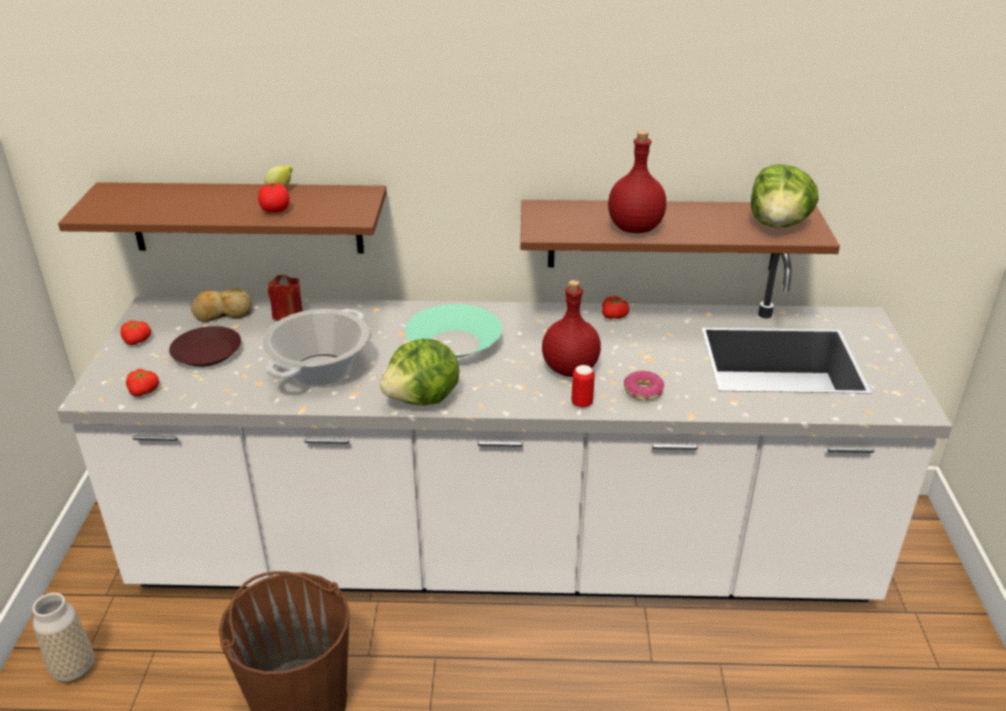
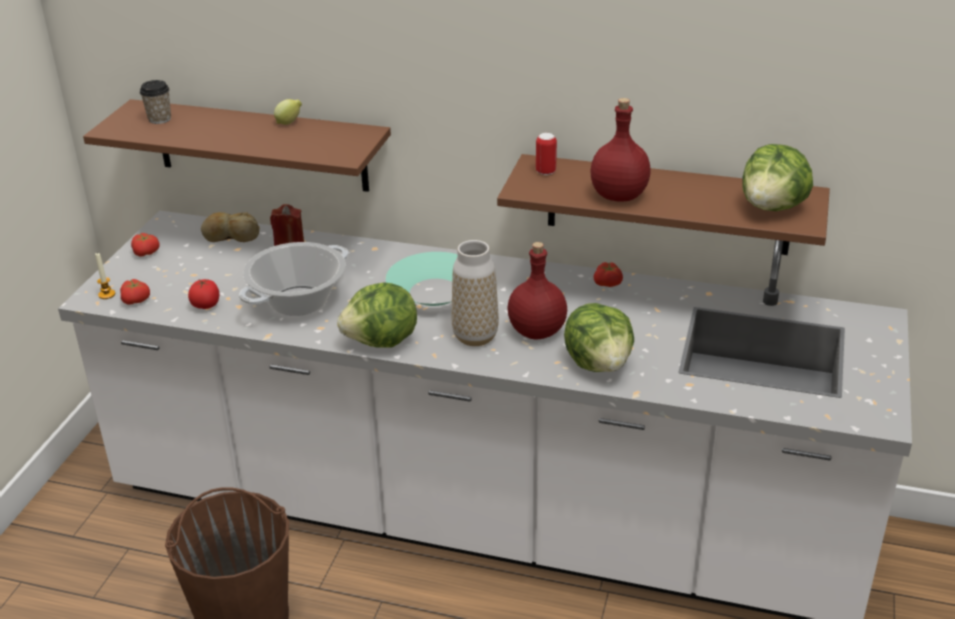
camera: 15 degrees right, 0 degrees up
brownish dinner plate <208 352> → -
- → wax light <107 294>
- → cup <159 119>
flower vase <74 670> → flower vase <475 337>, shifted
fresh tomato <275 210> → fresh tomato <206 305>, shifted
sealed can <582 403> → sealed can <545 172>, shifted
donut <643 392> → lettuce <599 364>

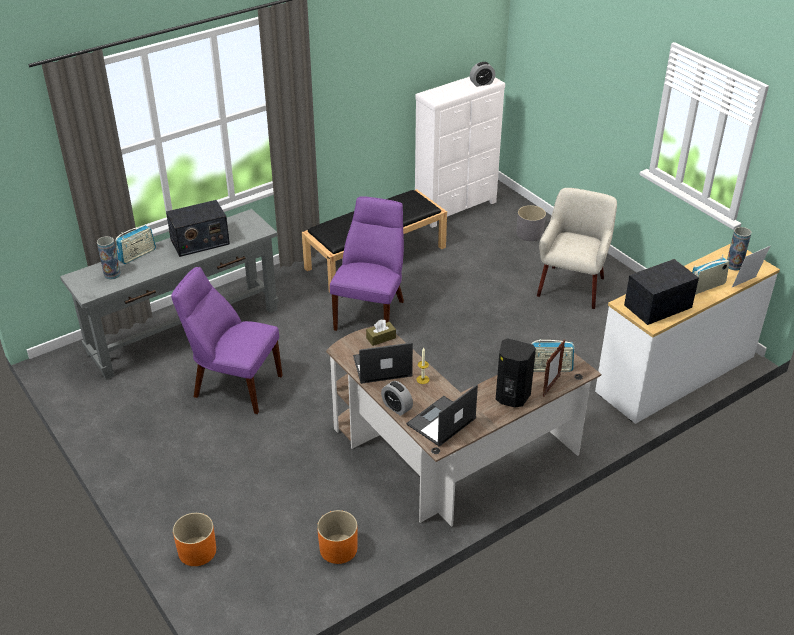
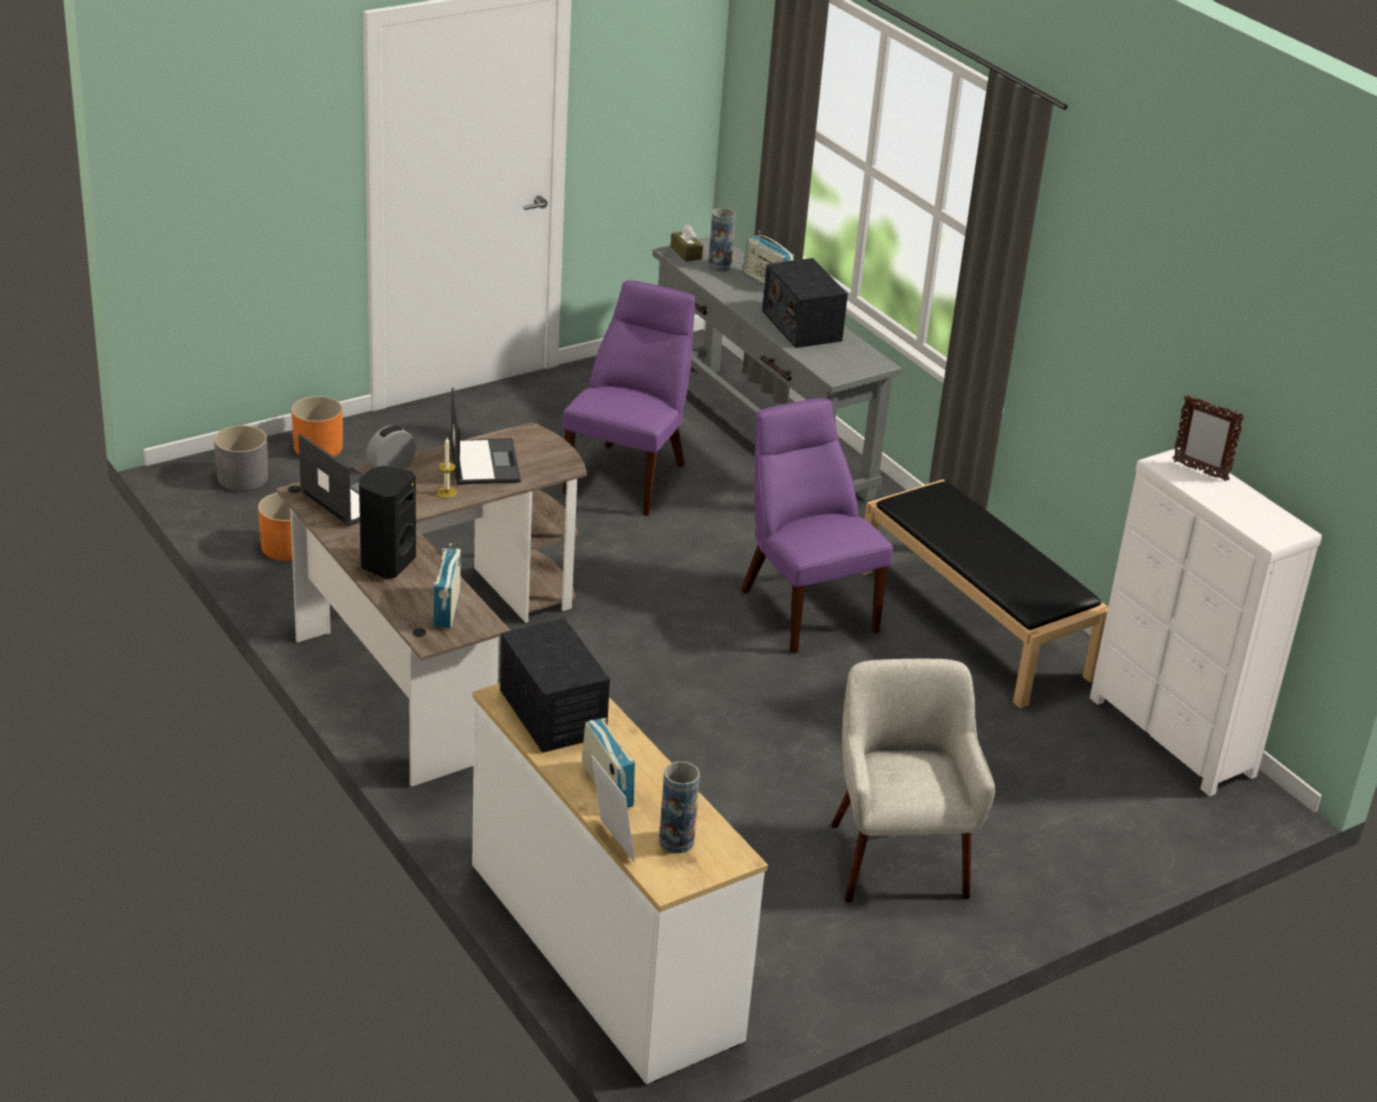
camera: 90 degrees right, 5 degrees down
table clock <482 83> → -
brownish box of tissues <381 338> → brownish box of tissues <686 253>, shifted
grey planter <529 233> → grey planter <243 478>, shifted
standing frame <551 386> → standing frame <1199 471>, shifted
purplish chair <371 313> → purplish chair <804 607>, 135 degrees counterclockwise
beige lounge chair <572 286> → beige lounge chair <896 859>, 120 degrees counterclockwise

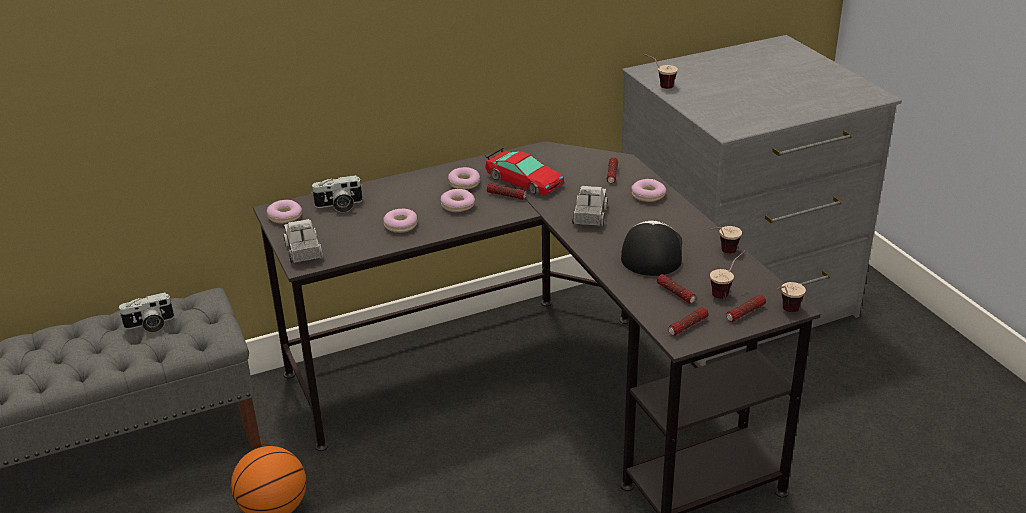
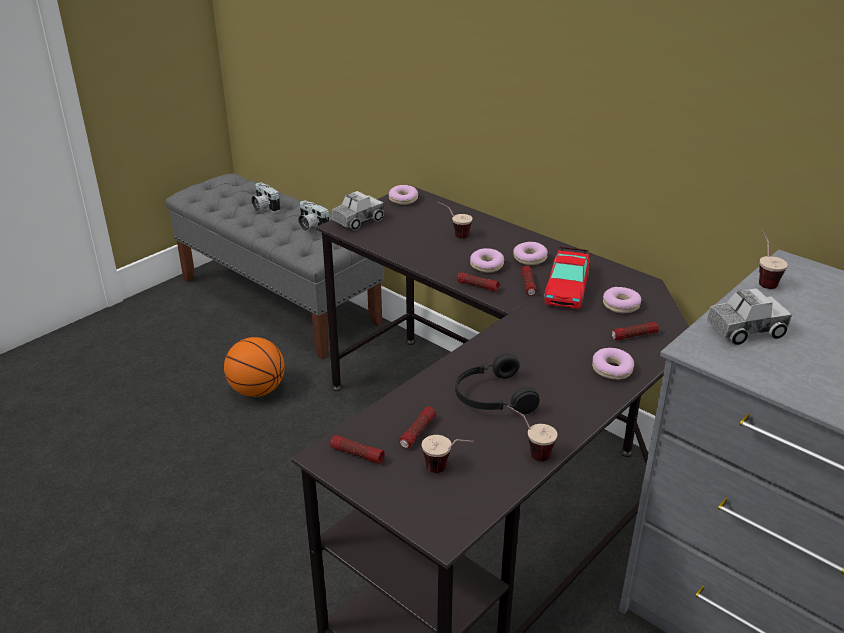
camera: 65 degrees right, 0 degrees up
still camera <339 206> → still camera <264 207>, shifted
donut <401 225> → donut <621 305>, shifted
model truck <590 216> → model truck <745 331>, shifted
flashlight <745 313> → flashlight <477 286>, shifted
cup <785 312> → cup <453 234>, shifted
peaked cap <651 251> → blackish pair of headphones <492 397>

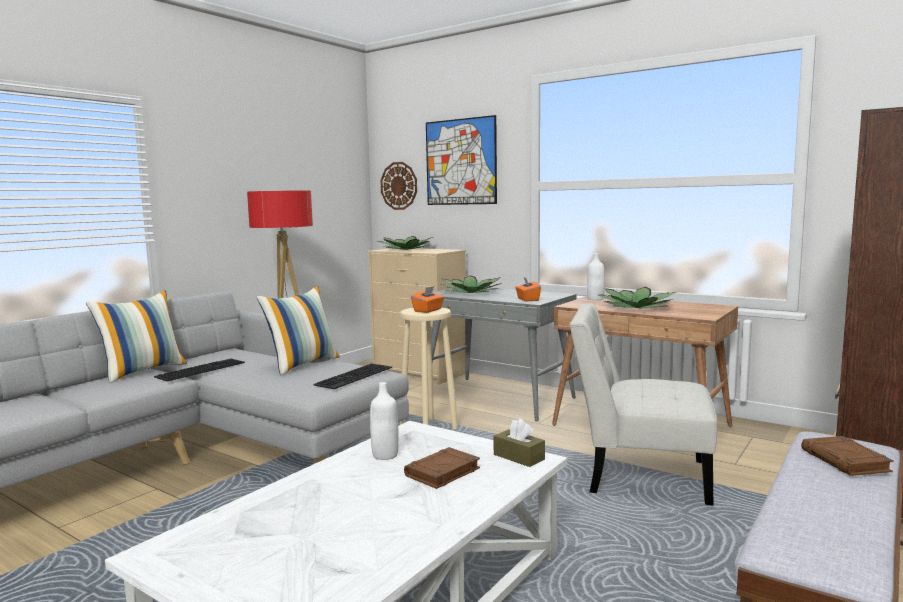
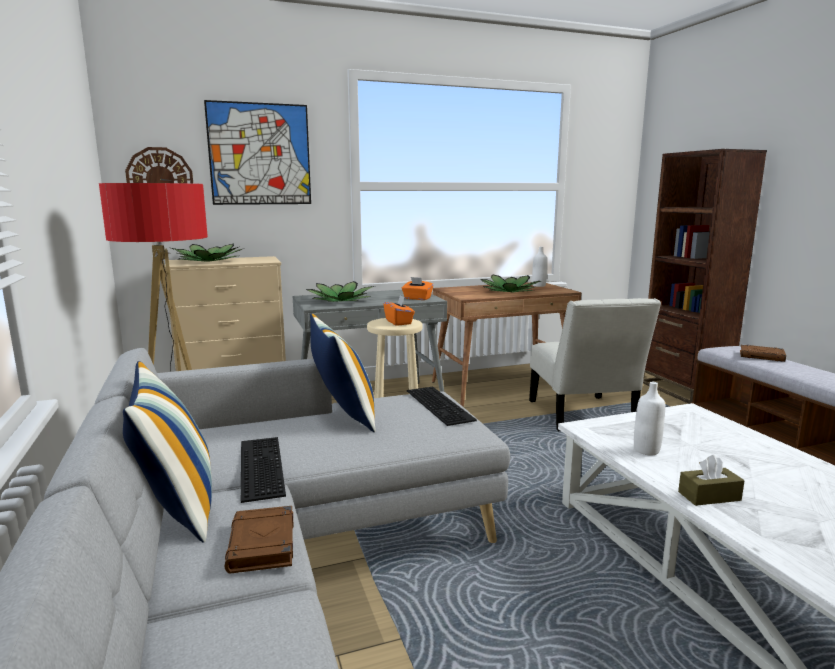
camera: 55 degrees left, 5 degrees up
brownish volume <442 472> → brownish volume <262 545>, shifted
brownish box of tissues <518 457> → brownish box of tissues <709 496>, shifted
white beverage bottle <595 299> → white beverage bottle <538 285>, shifted
white chair <639 475> → white chair <583 416>, 60 degrees counterclockwise

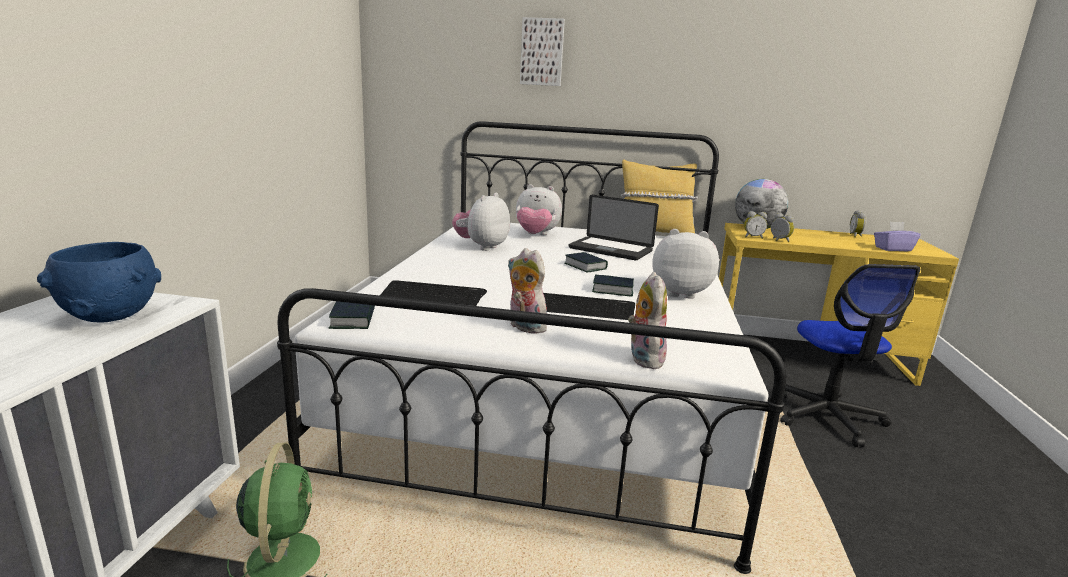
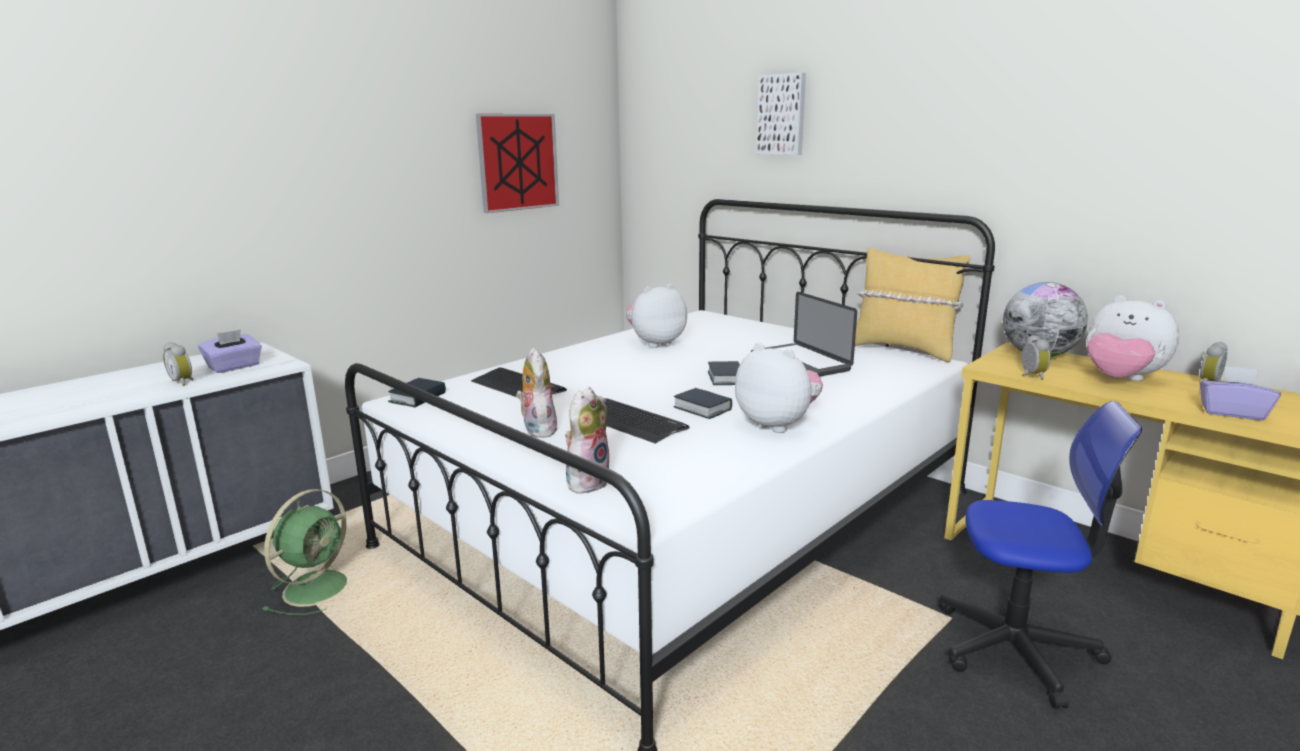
camera: 35 degrees right, 0 degrees up
- → picture <518 162>
plush toy <536 235> → plush toy <1120 380>, shifted
table clock <753 237> → table clock <184 382>, shifted
blue-coloured serving bowl <111 316> → purplish box of tissues <234 367>
office chair <827 417> → office chair <1016 648>, 105 degrees counterclockwise

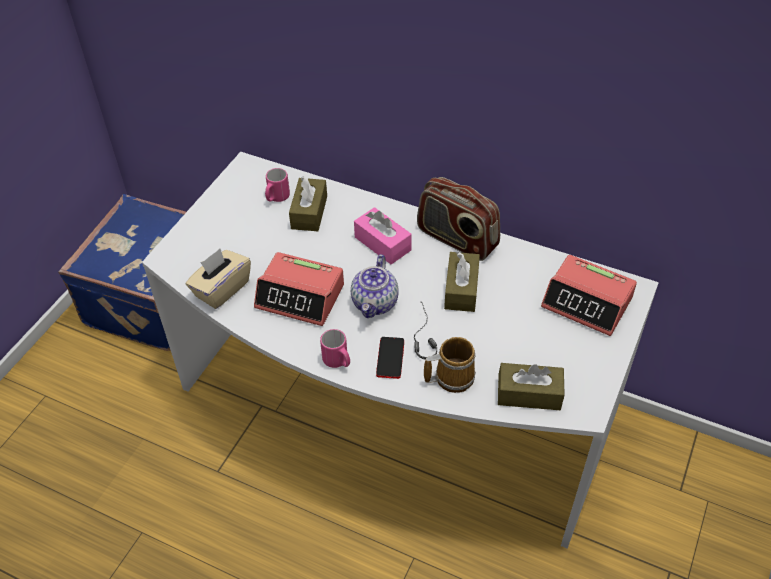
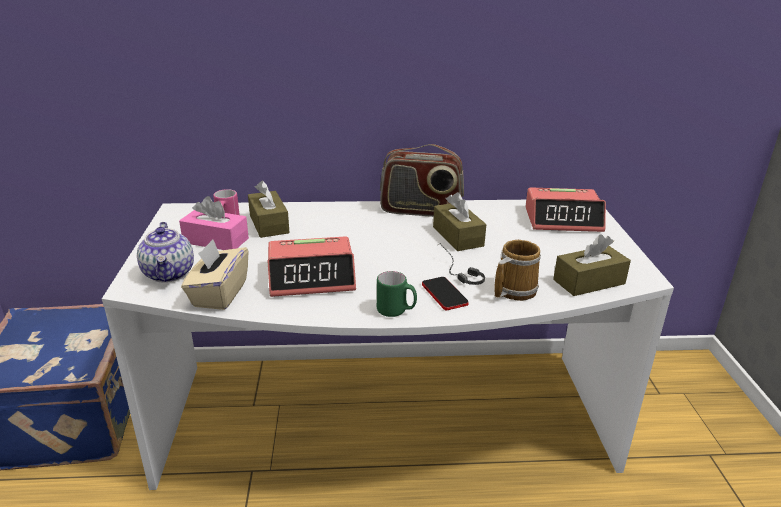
camera: 30 degrees left, 20 degrees down
tea pot <375 303> → tea pot <169 274>, shifted
pinkish box of tissues <382 243> → pinkish box of tissues <216 240>, shifted
pinkish mug <338 362> → green mug <396 311>

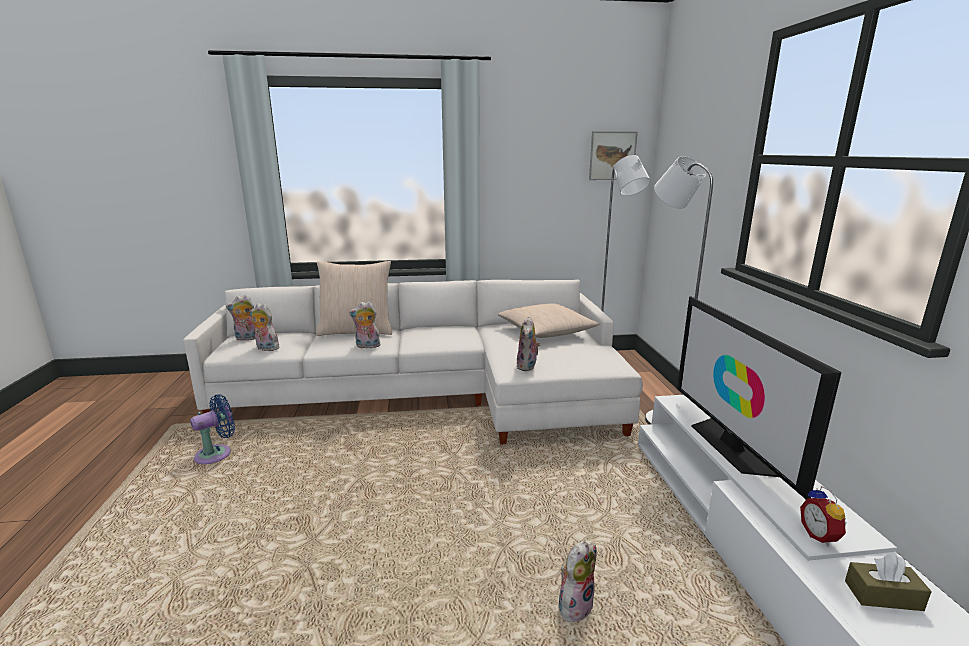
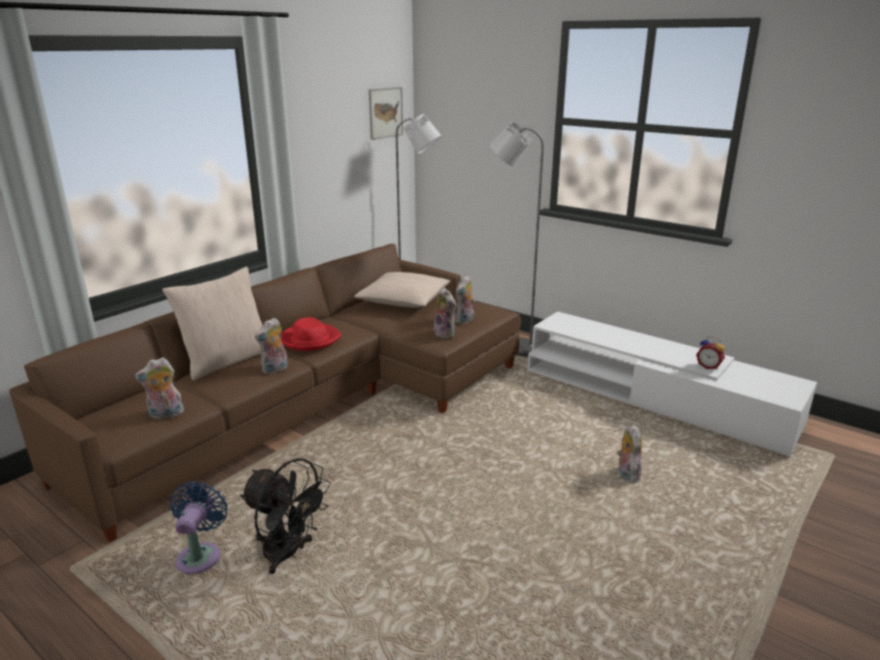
camera: 45 degrees left, 5 degrees up
TV set <731 446> → -
brownish box of tissues <883 595> → -
- → blackish fan <288 555>
- → reddish hat <310 339>
plush toy <247 338> → plush toy <464 320>, shifted
white sofa <435 393> → brownish sofa <318 400>

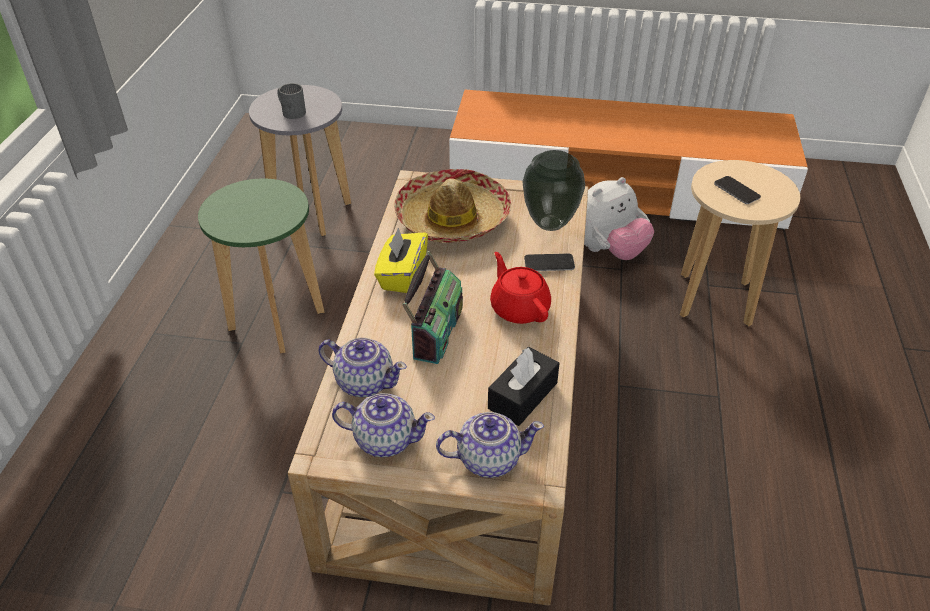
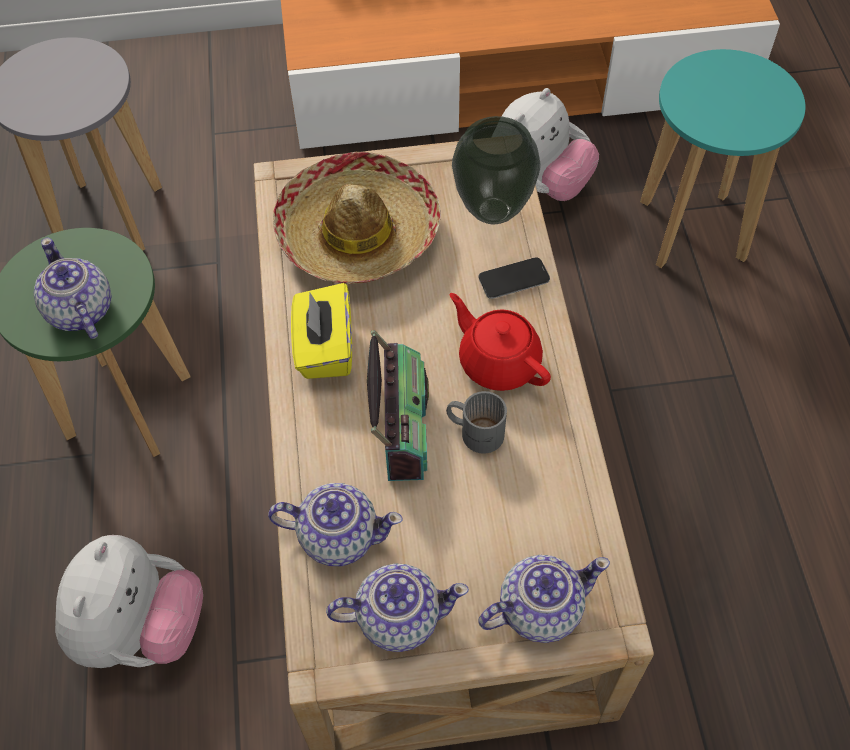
camera: 15 degrees left, 15 degrees up
blackish box of tissues <522 395> → -
handset <736 191> → -
- → tea pot <80 311>
- → plush toy <141 628>
grey mug <292 111> → grey mug <475 430>, shifted
beige stool <714 299> → turquoise stool <691 230>

